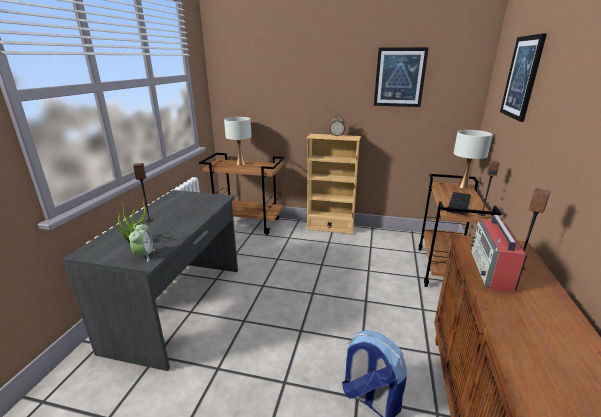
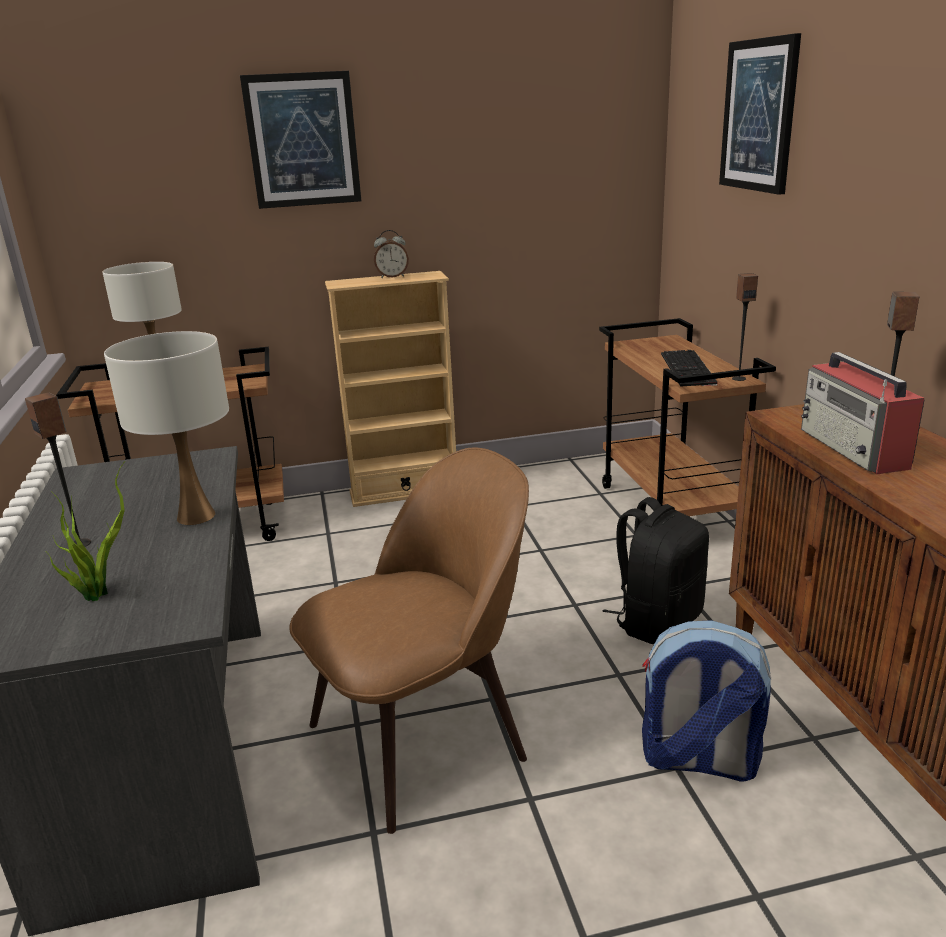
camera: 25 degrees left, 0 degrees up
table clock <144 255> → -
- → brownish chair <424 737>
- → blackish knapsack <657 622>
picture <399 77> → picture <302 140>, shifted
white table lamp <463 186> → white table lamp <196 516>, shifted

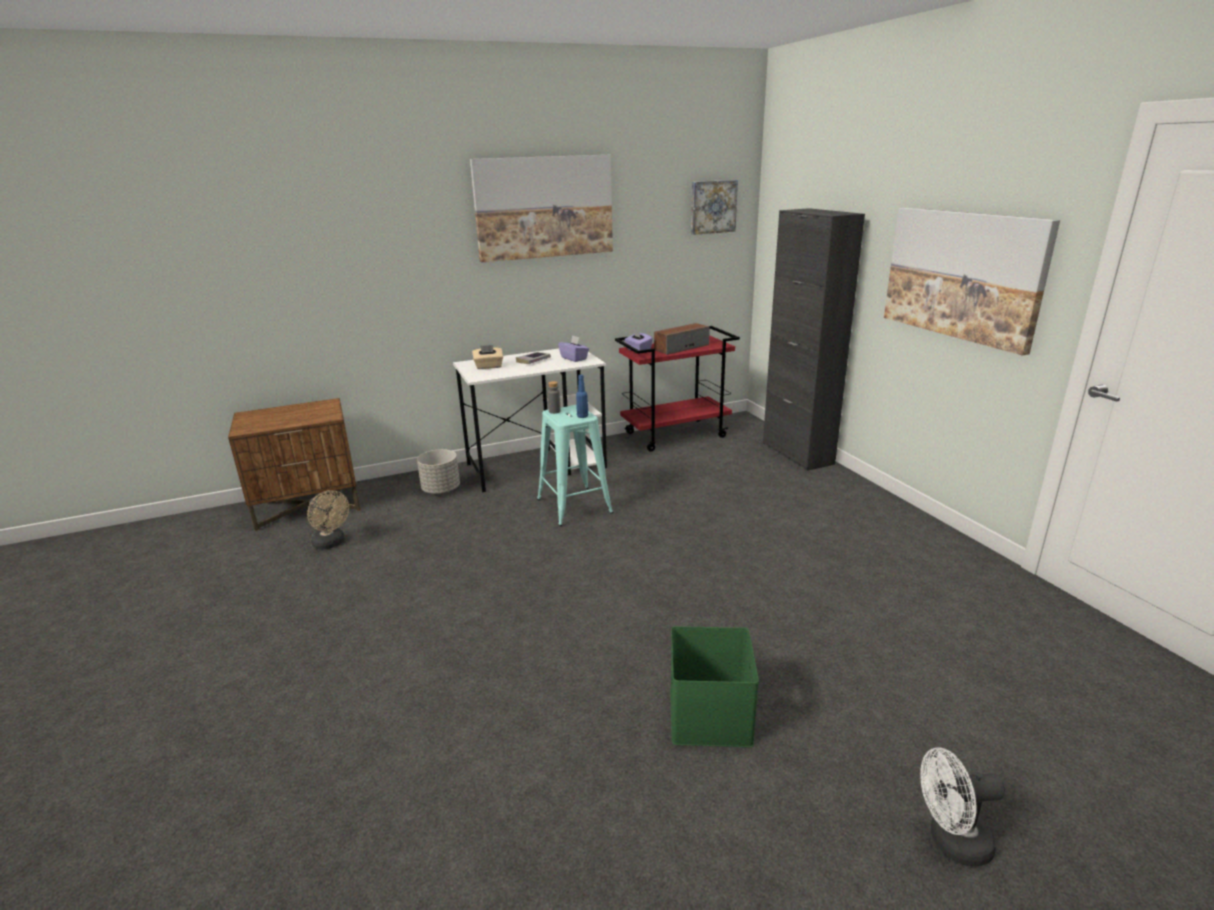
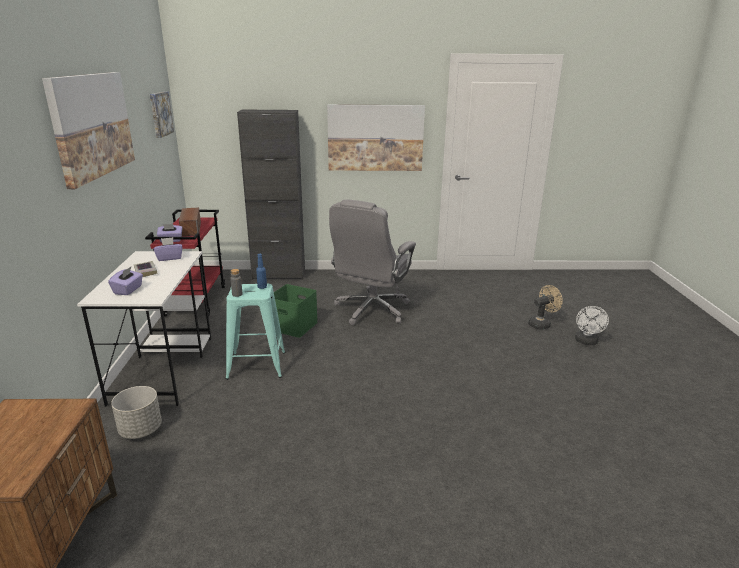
camera: 70 degrees left, 0 degrees up
- → grey office chair <371 310>
beige fan <331 543> → beige fan <541 324>, shifted
green storage container <711 716> → green storage container <295 326>, shifted
beige box of tissues <488 367> → purplish box of tissues <128 290>

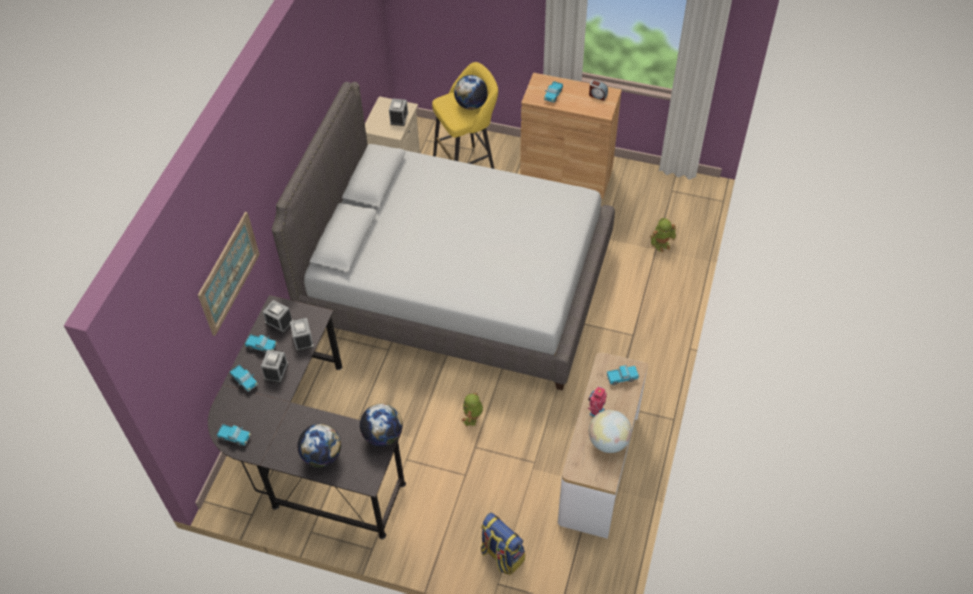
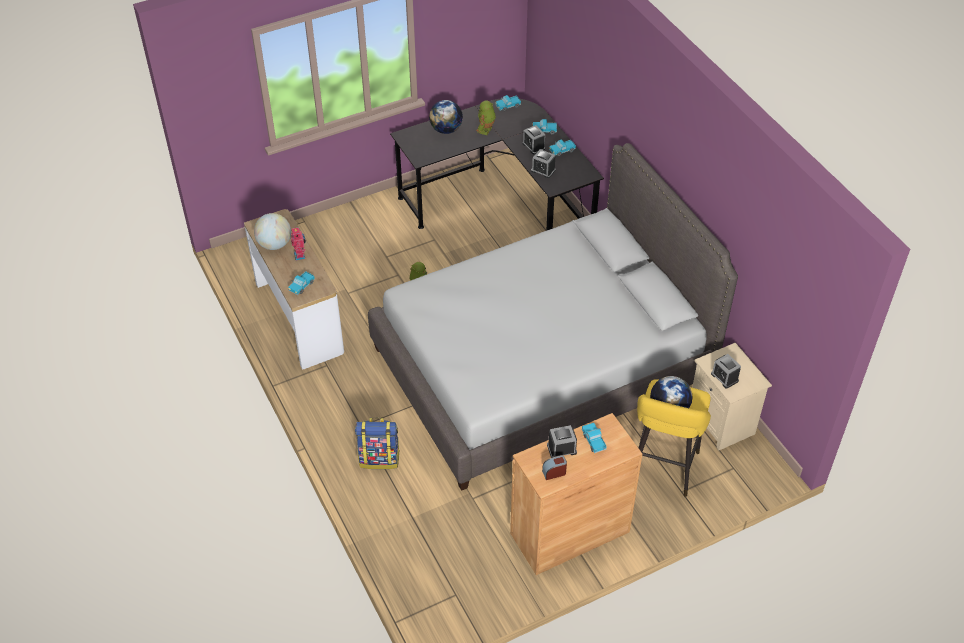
camera: 135 degrees right, 5 degrees down
picture <228 273> → -
world globe <383 435> → -
table clock <279 322> → table clock <561 449>, shifted
knapsack <501 555> → knapsack <379 458>, shifted
toy robot <661 244> → toy robot <486 130>, shifted

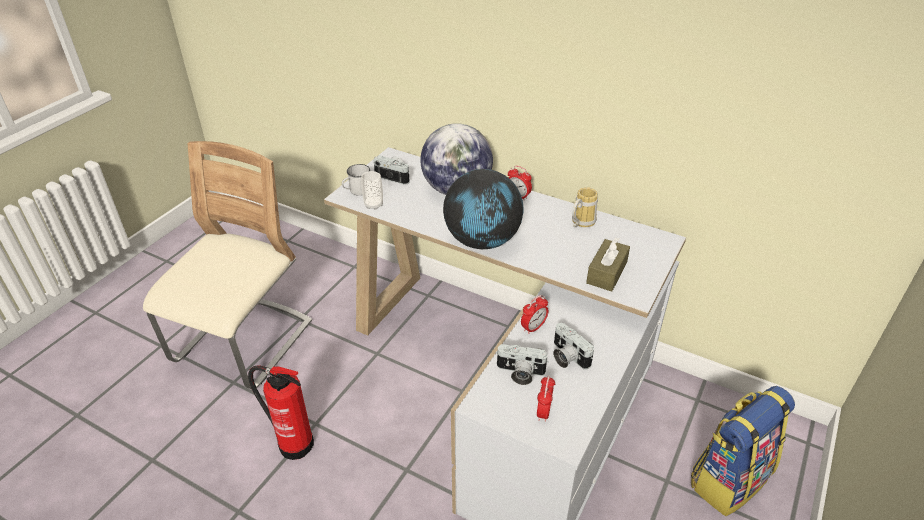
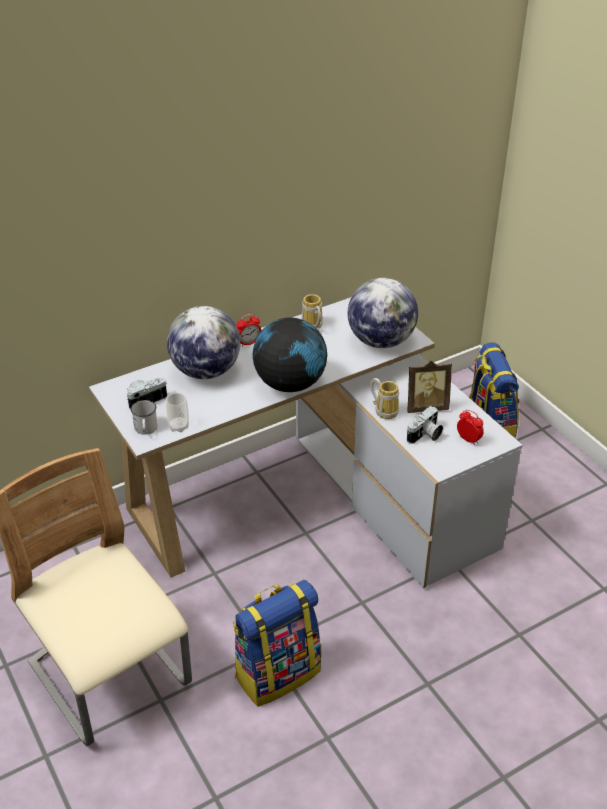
camera: 60 degrees left, 0 degrees up
extinguisher <293 443> → knapsack <277 672>
table clock <533 328> → mug <385 410>
still camera <567 357> → standing frame <426 407>
brownish box of tissues <606 273> → world globe <380 341>

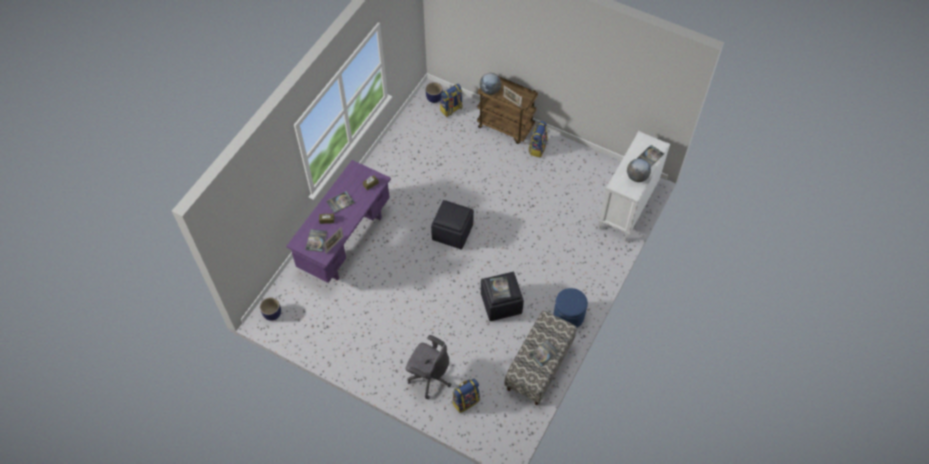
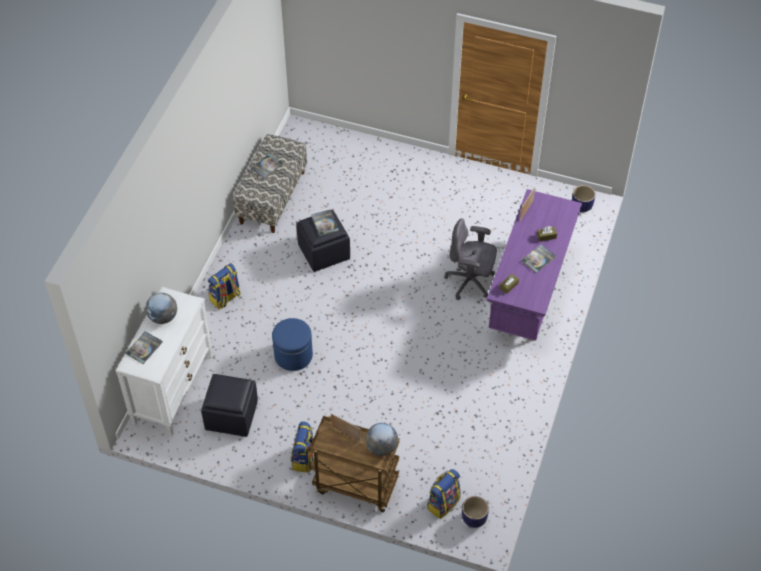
camera: 170 degrees right, 5 degrees down
volume <316 240> → -
grey office chair <429 377> → grey office chair <470 282>, shifted
blackish footrest <453 232> → blackish footrest <231 416>, shifted
knapsack <465 400> → knapsack <225 298>, shifted
blue-coloured footrest <568 316> → blue-coloured footrest <293 355>, shifted

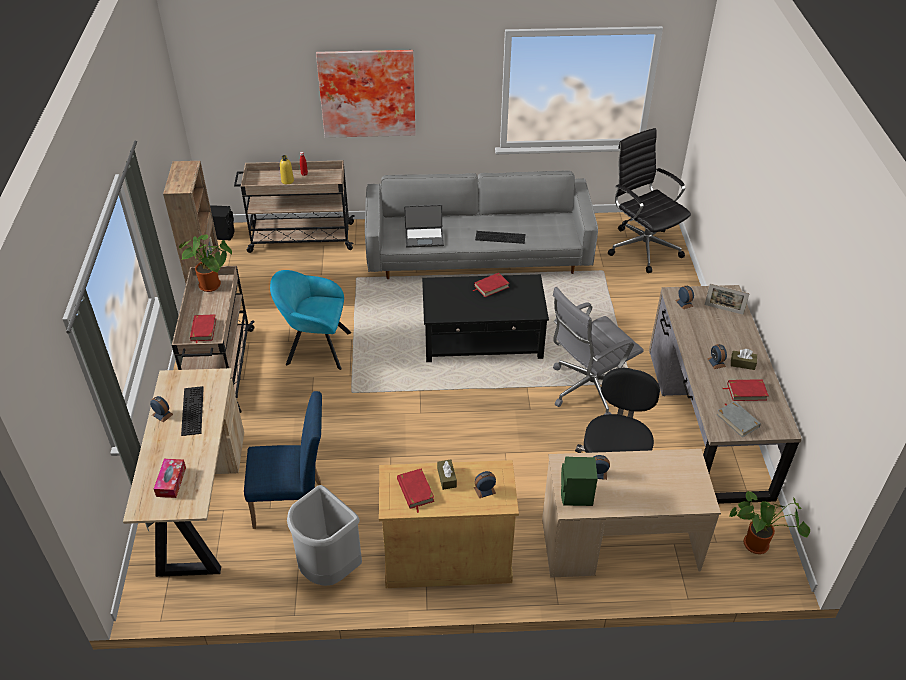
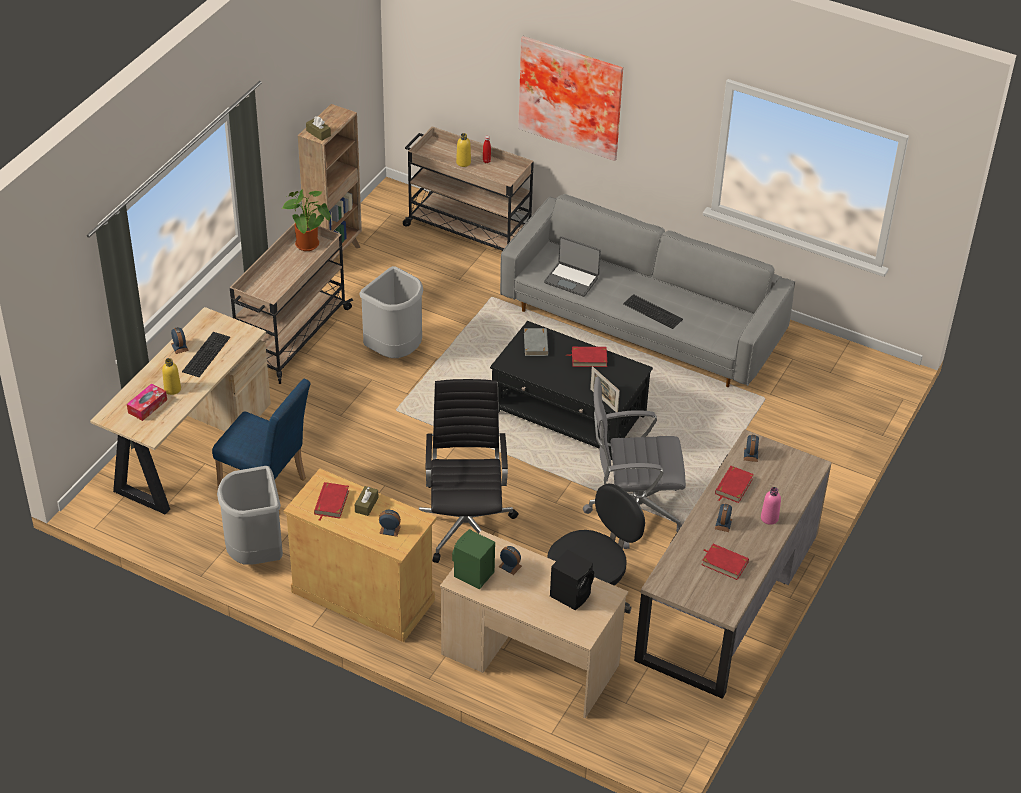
camera: 30 degrees right, 0 degrees up
houseplant <758 544> → -
- → yellowish beverage bottle <172 389>
- → pinkish beverage bottle <769 518>
reddish volume <203 330> → reddish volume <733 486>, shifted
blackish loudspeaker <223 234> → blackish loudspeaker <571 594>, shifted
blackish office chair <642 247> → blackish office chair <466 525>, shifted
standing frame <723 309> → standing frame <603 401>, shifted
grey volume <738 420> → grey volume <536 344>, shifted
brownish box of tissues <742 363> → brownish box of tissues <318 133>, shifted
turquoise lounge chair <314 347> → grey trash can <395 351>

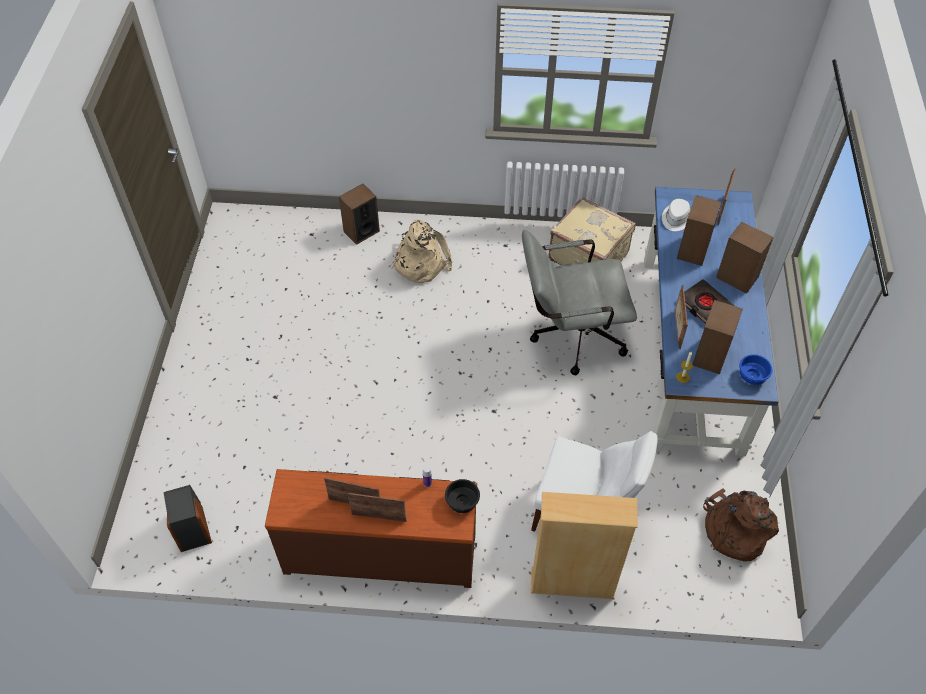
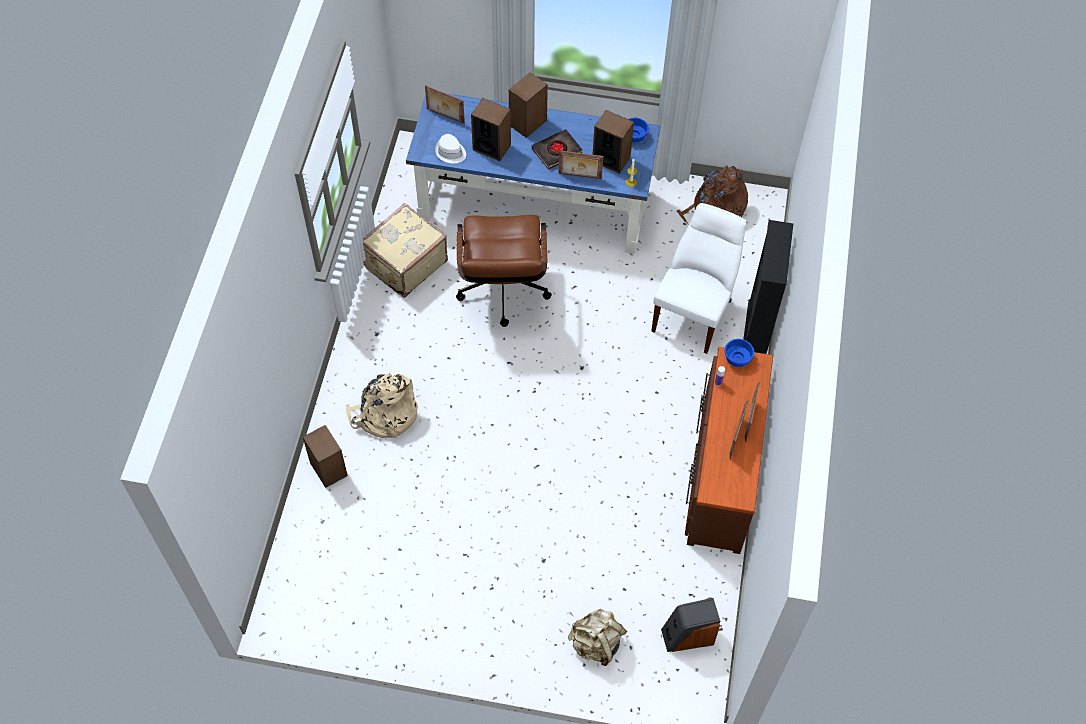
camera: 85 degrees left, 5 degrees up
- → beige knapsack <596 643>
blackish serving bowl <461 502> → blue-coloured serving bowl <737 359>
grey office chair <570 336> → brownish office chair <503 294>
beige shelving unit <572 583> → blackish shelving unit <756 330>

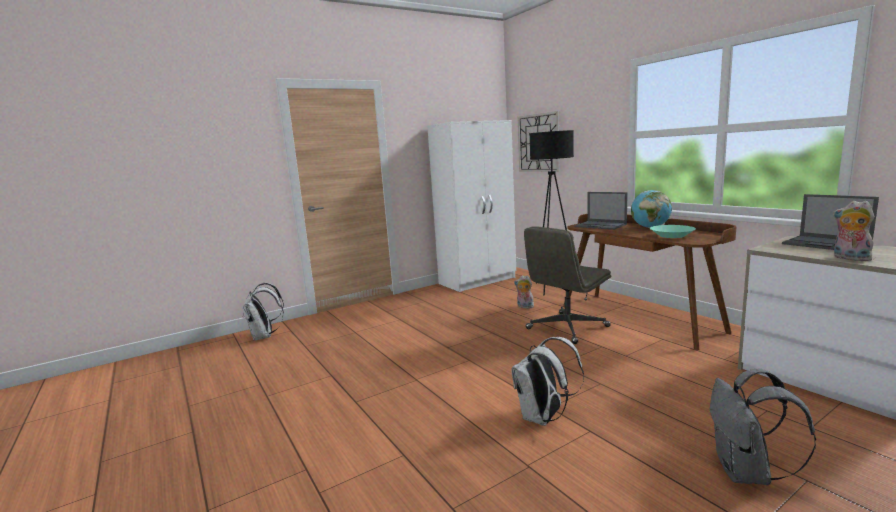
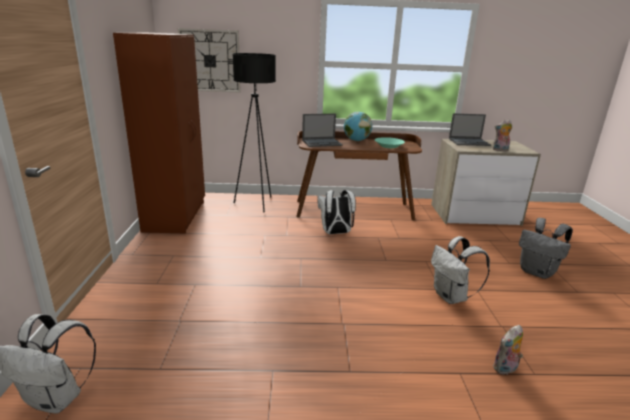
camera: 60 degrees left, 10 degrees up
plush toy <524 307> → plush toy <505 369>, shifted
grey office chair <567 328> → white knapsack <335 233>
white armoire <478 280> → brownish armoire <176 216>

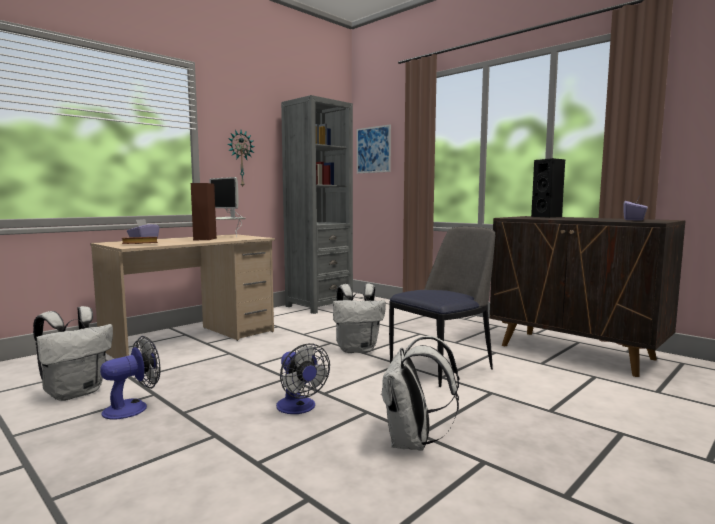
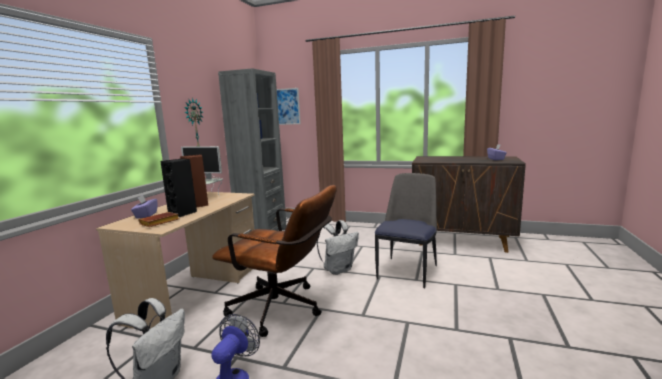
camera: 25 degrees left, 5 degrees up
fan <299 408> → -
white knapsack <413 443> → -
- → brownish office chair <283 309>
blackish loudspeaker <548 217> → blackish loudspeaker <183 213>, shifted

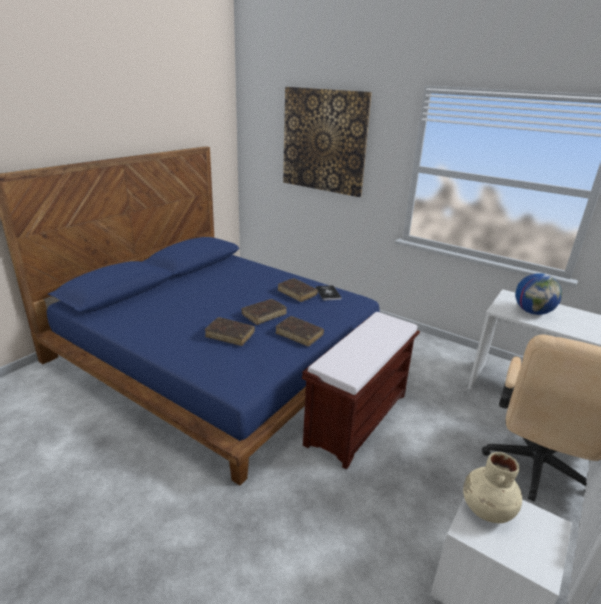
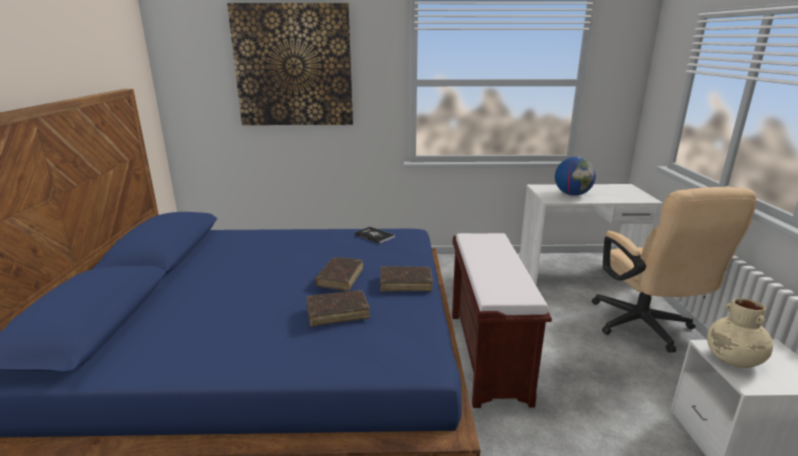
camera: 35 degrees left, 5 degrees down
brownish volume <297 293> → -

